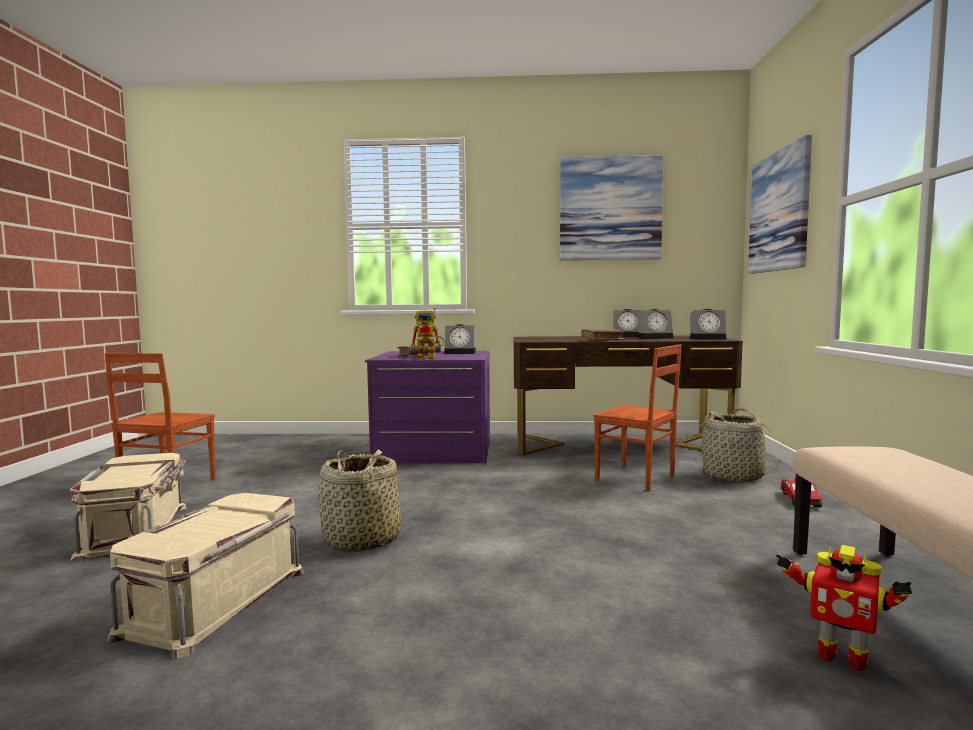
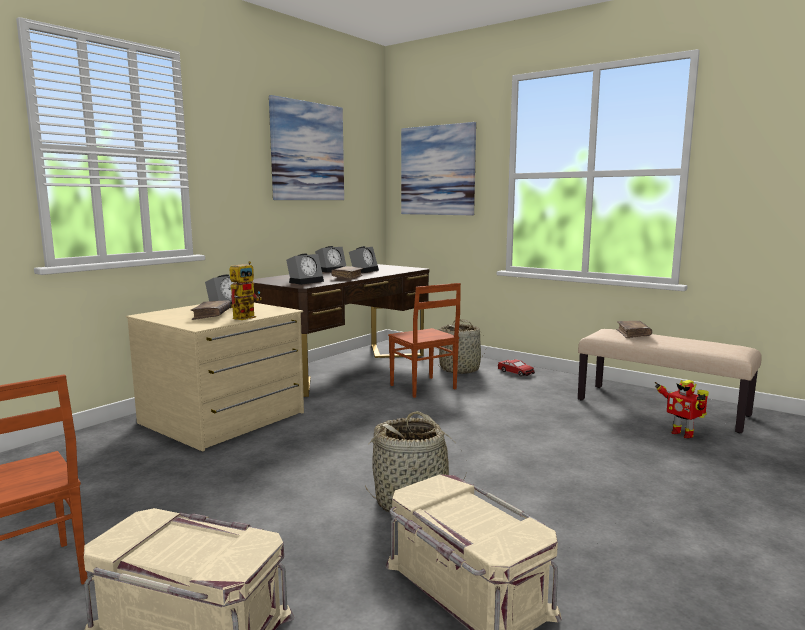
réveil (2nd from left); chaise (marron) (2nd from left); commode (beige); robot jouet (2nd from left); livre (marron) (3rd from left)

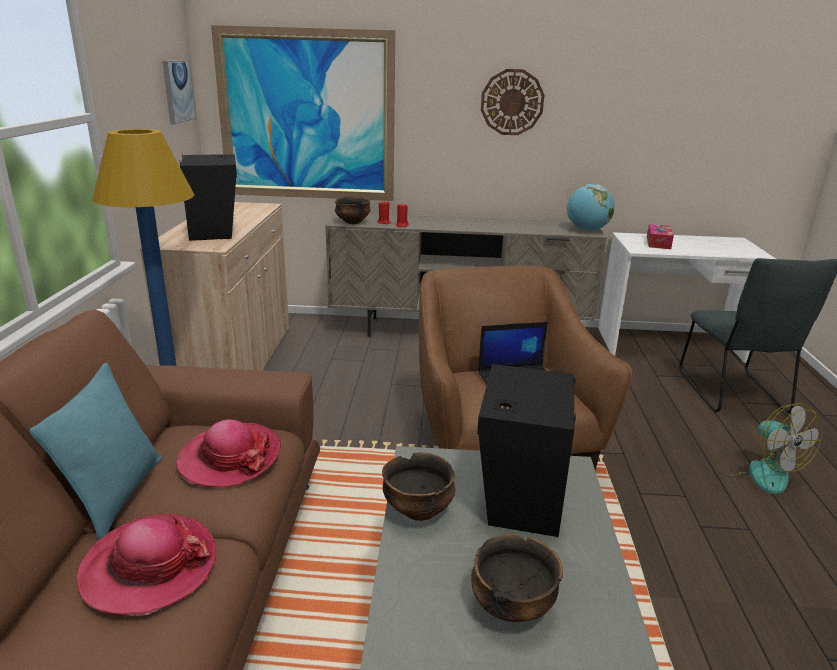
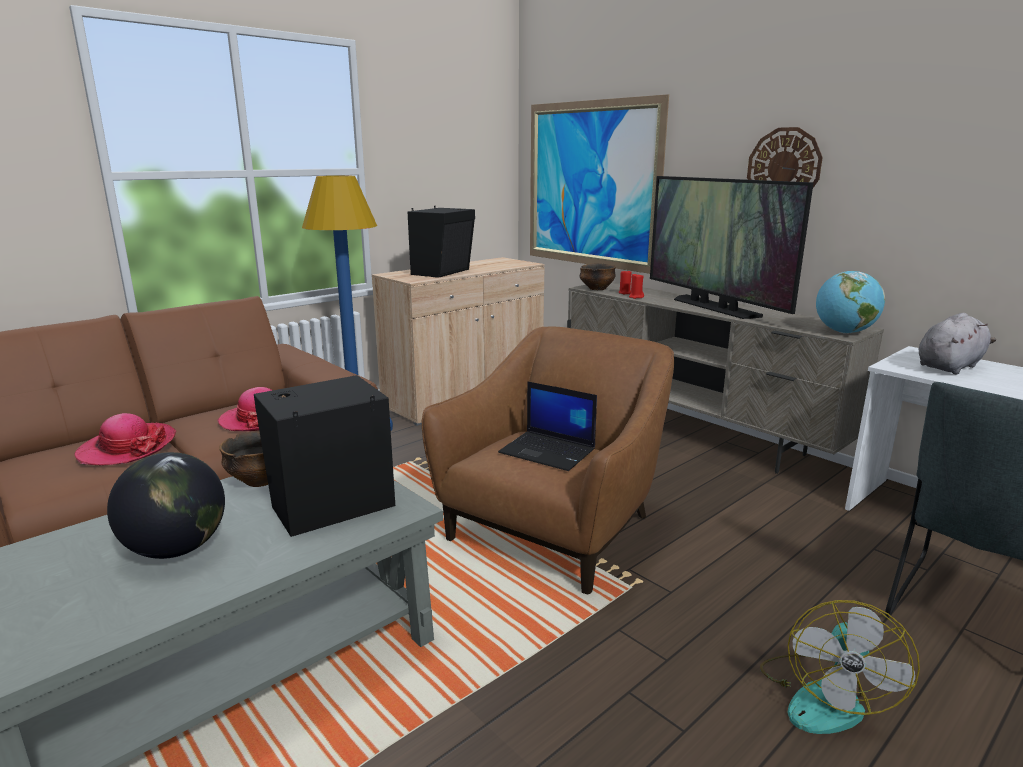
tableau (1st from left in the first image); peluche (gris); coussin (turquoise); globe (1st from left); téléviseur

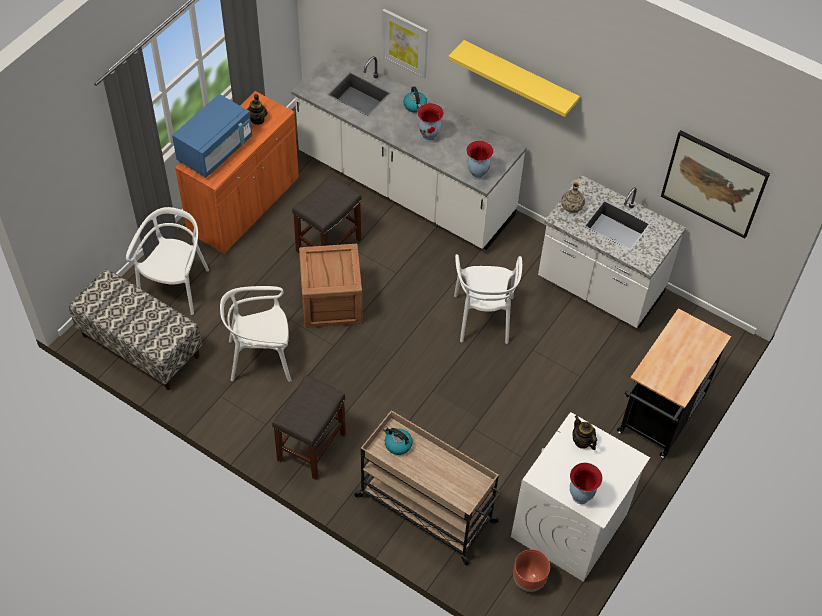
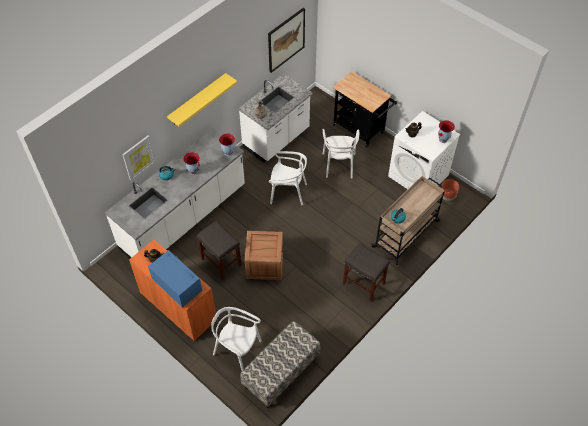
chaise (blanc) (3rd from left)

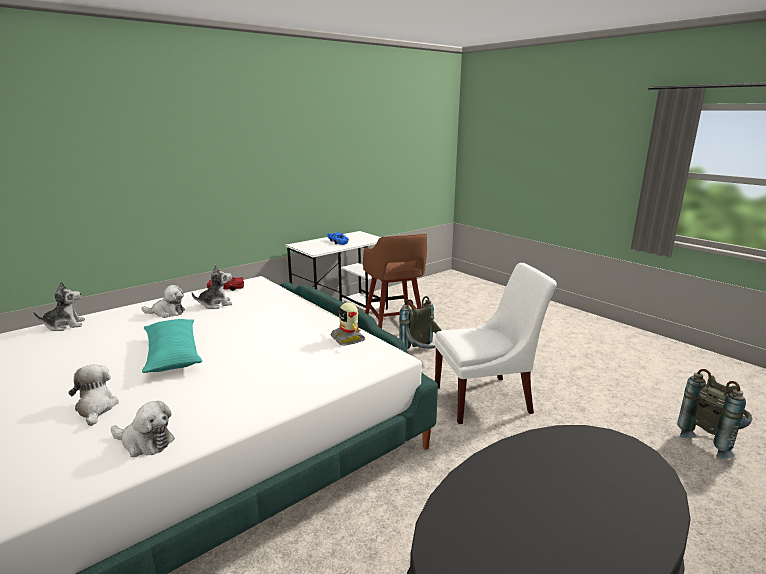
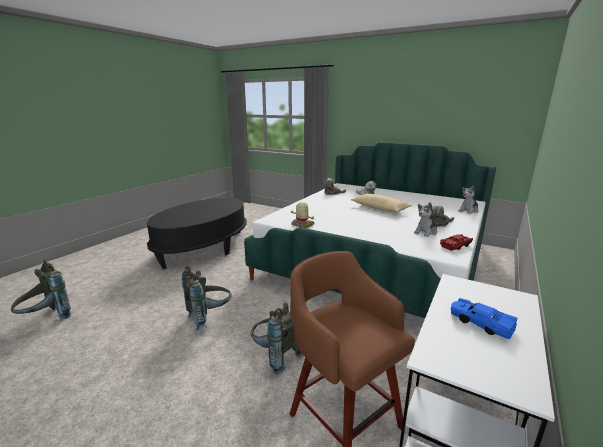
sac à dos (gris) (2nd from left); coussin (beige)

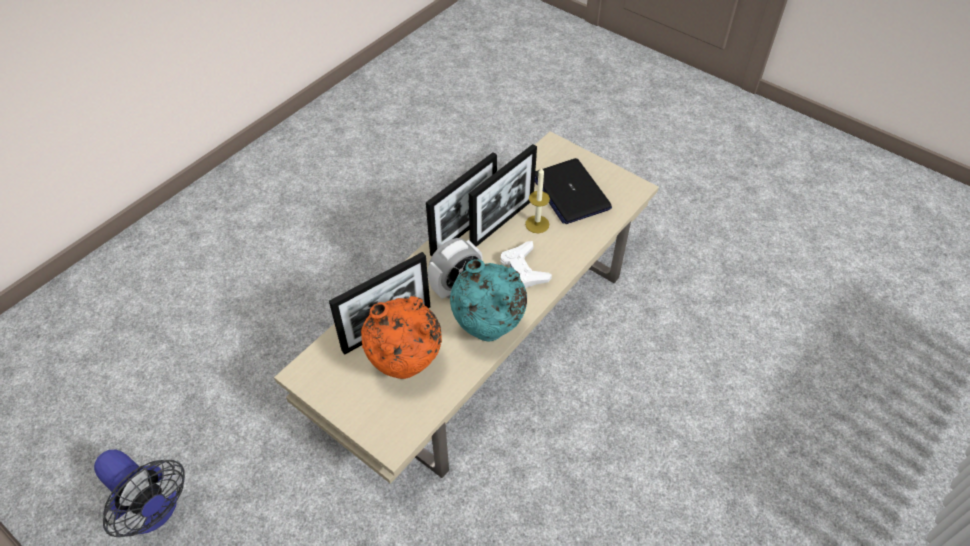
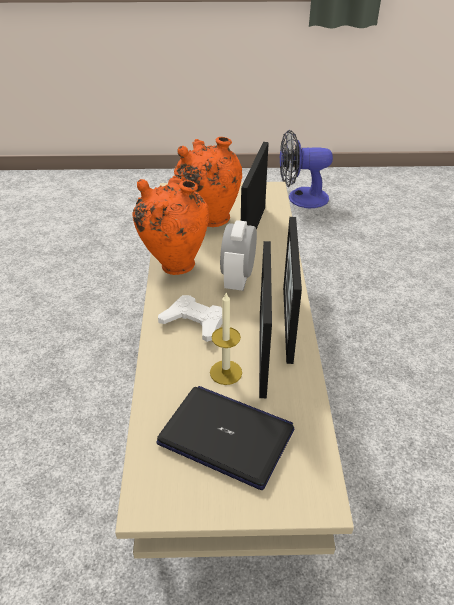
vase (orange) (1st from left)

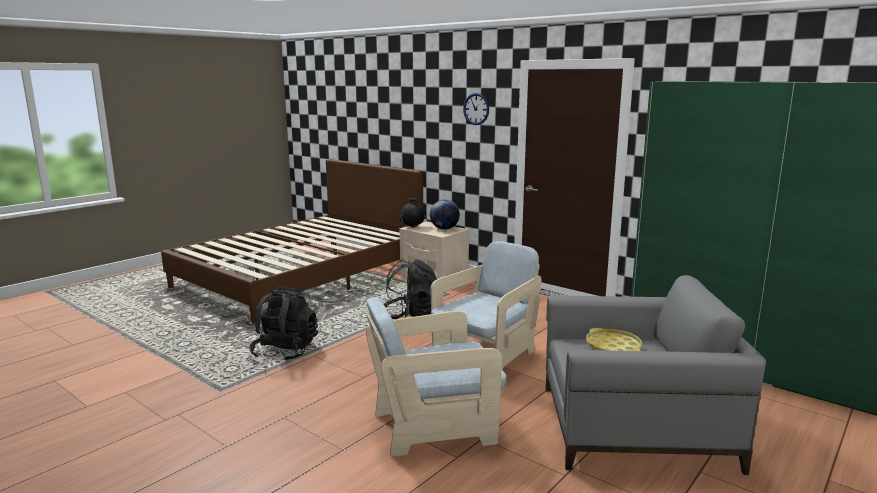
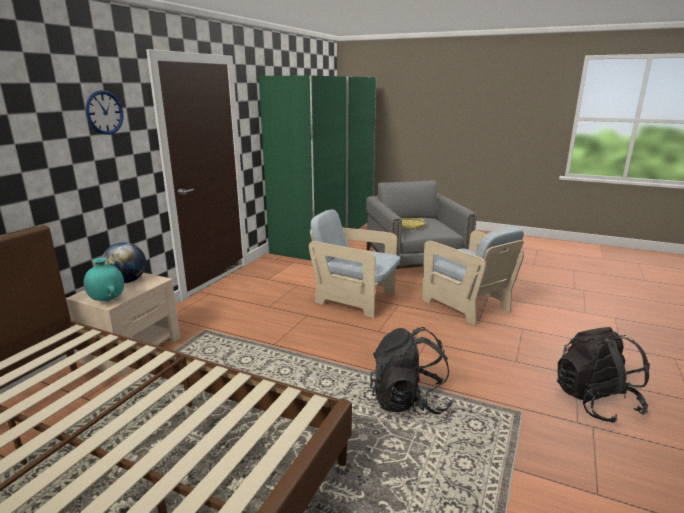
vase (turquoise); sac à dos (noir) (2nd from left)

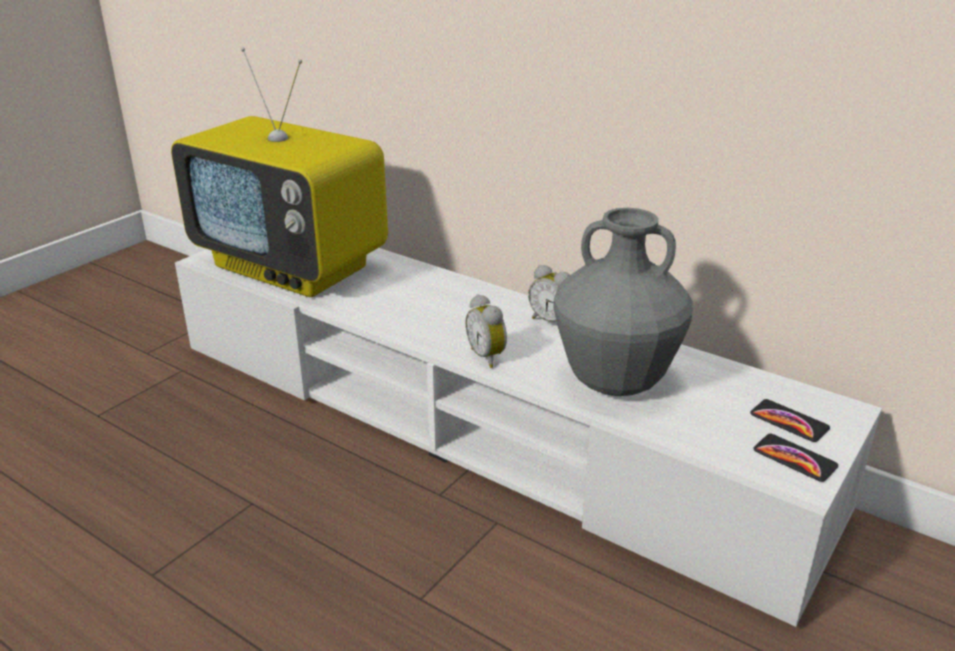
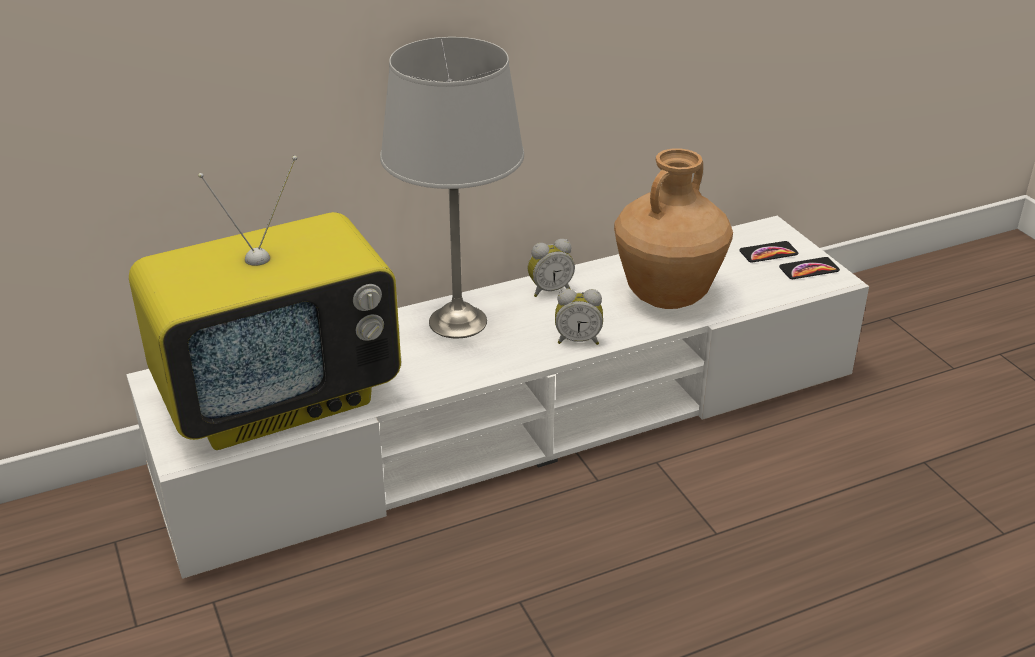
vase (marron); lampe de table (gris)

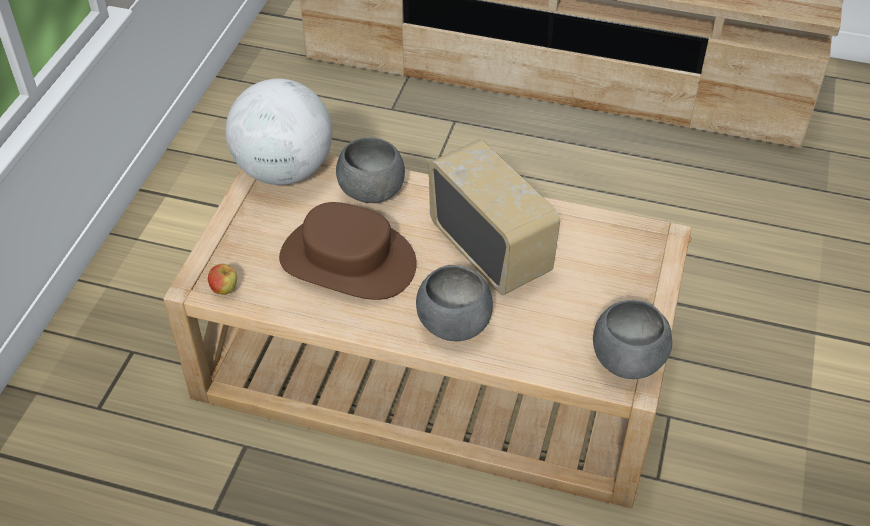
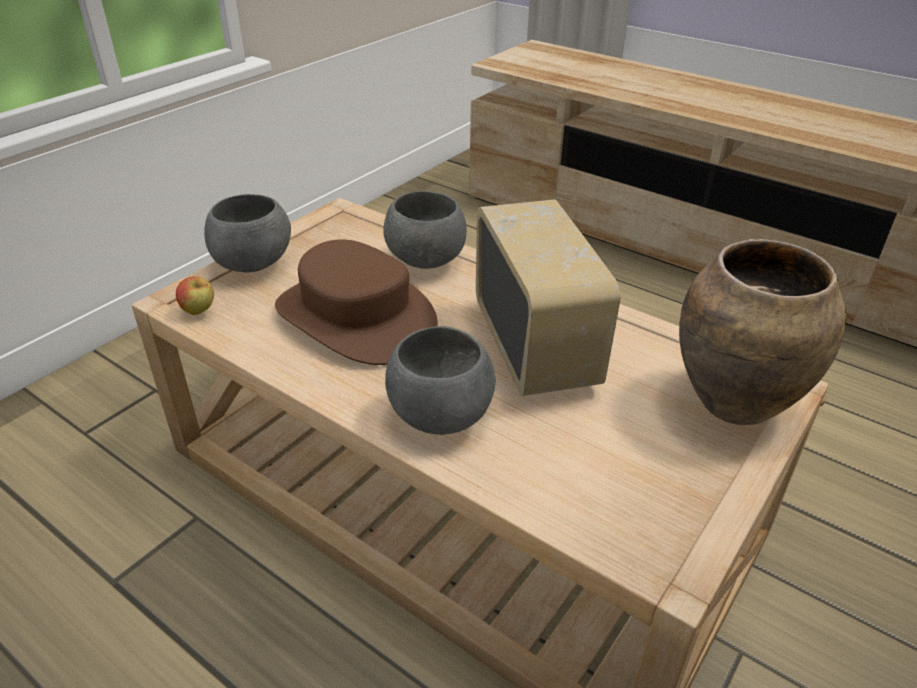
globe; bol (gris) (1st from left); vase (marron)

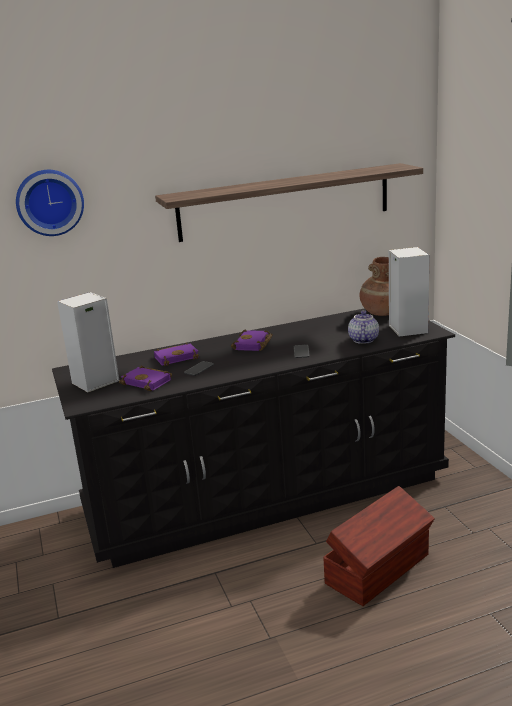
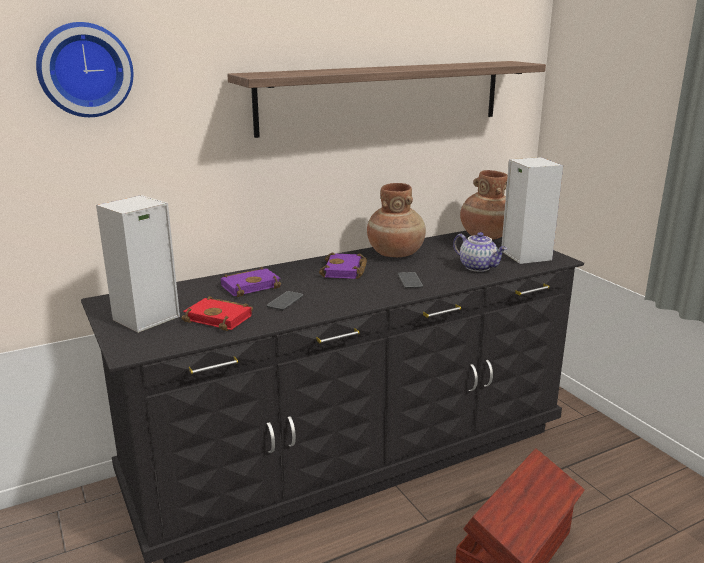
théière; livre (rouge); vase (marron) (1st from left)

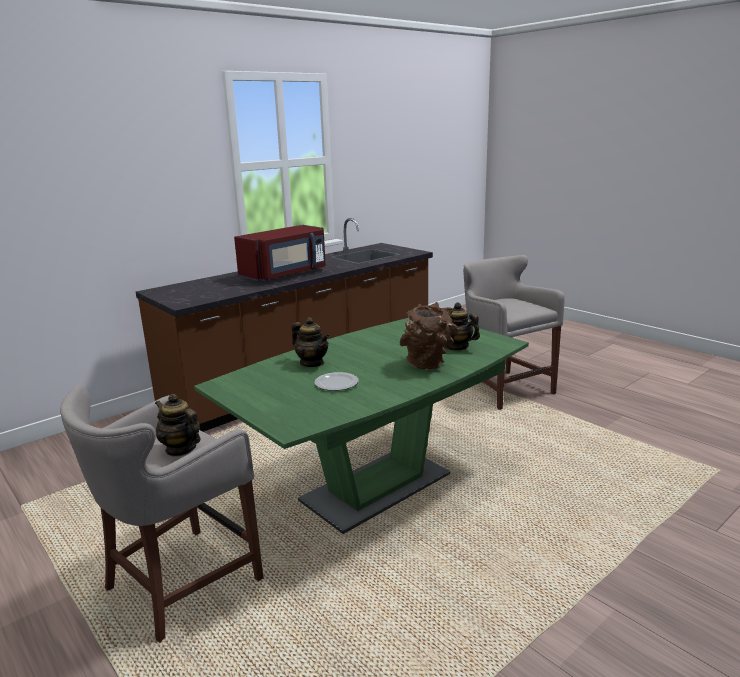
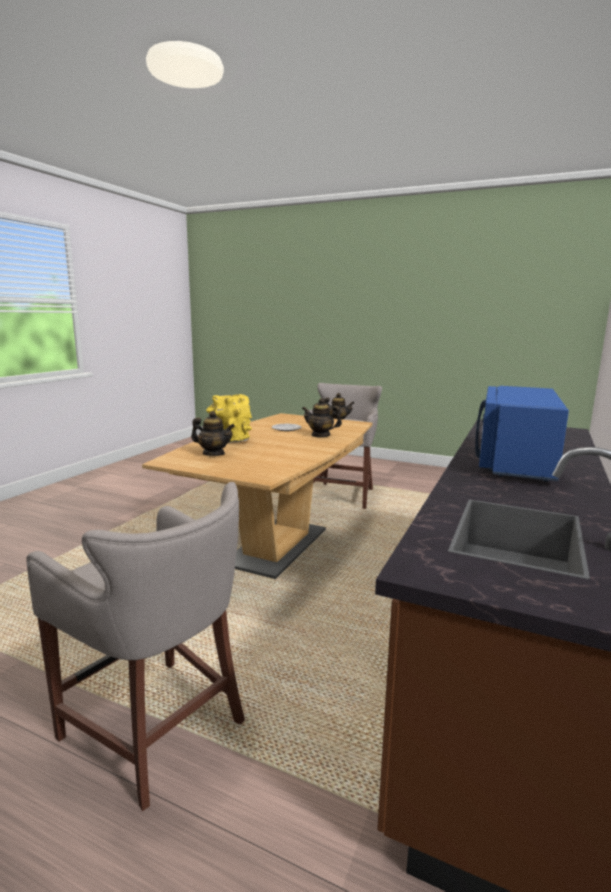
micro-ondes (bleu); vase (jaune); table à manger (marron)

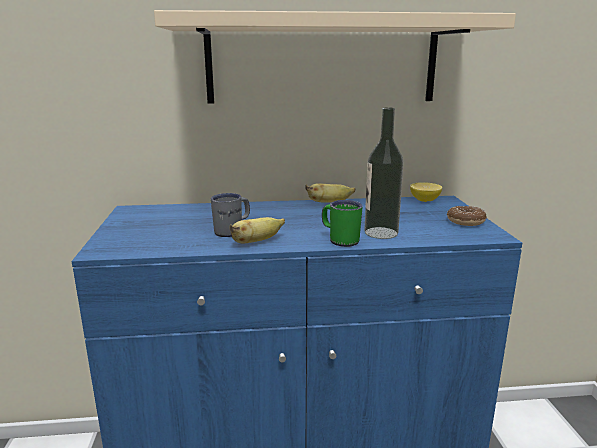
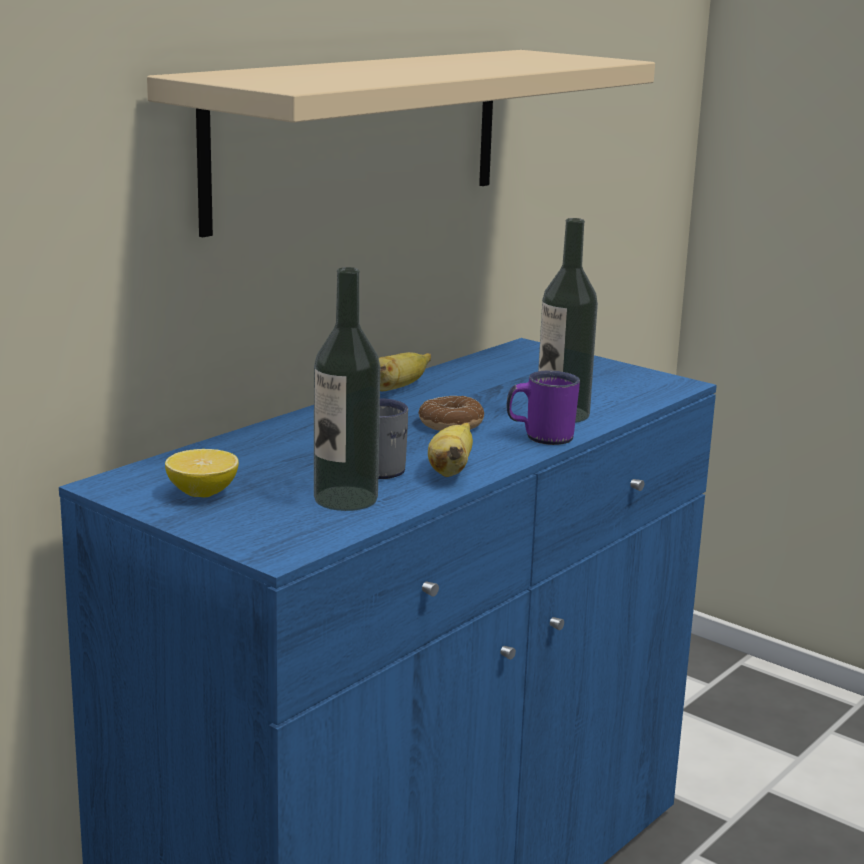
citron; mug (violet); beignet; bouteille (1st from left)

